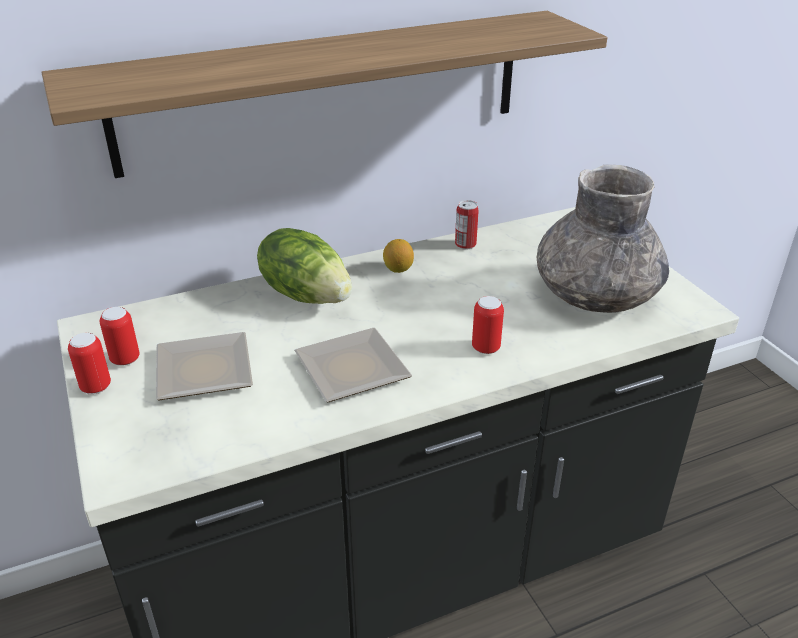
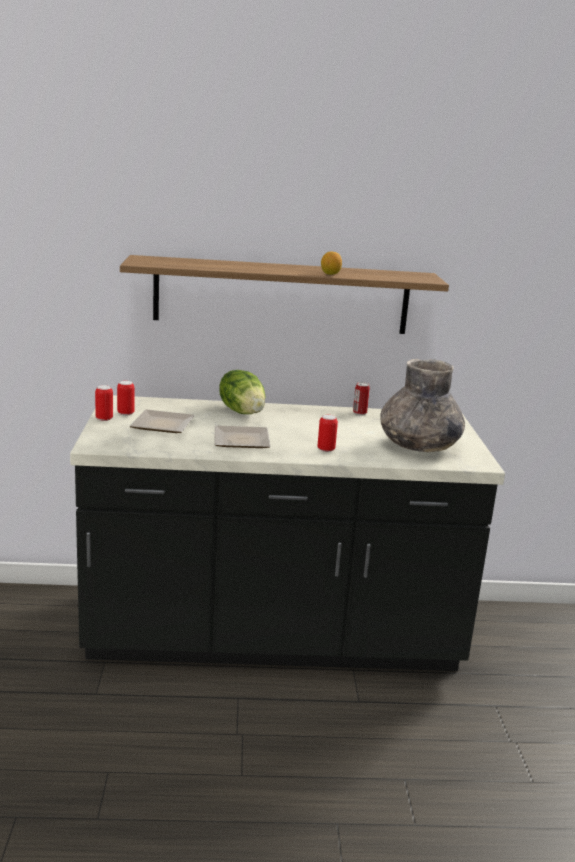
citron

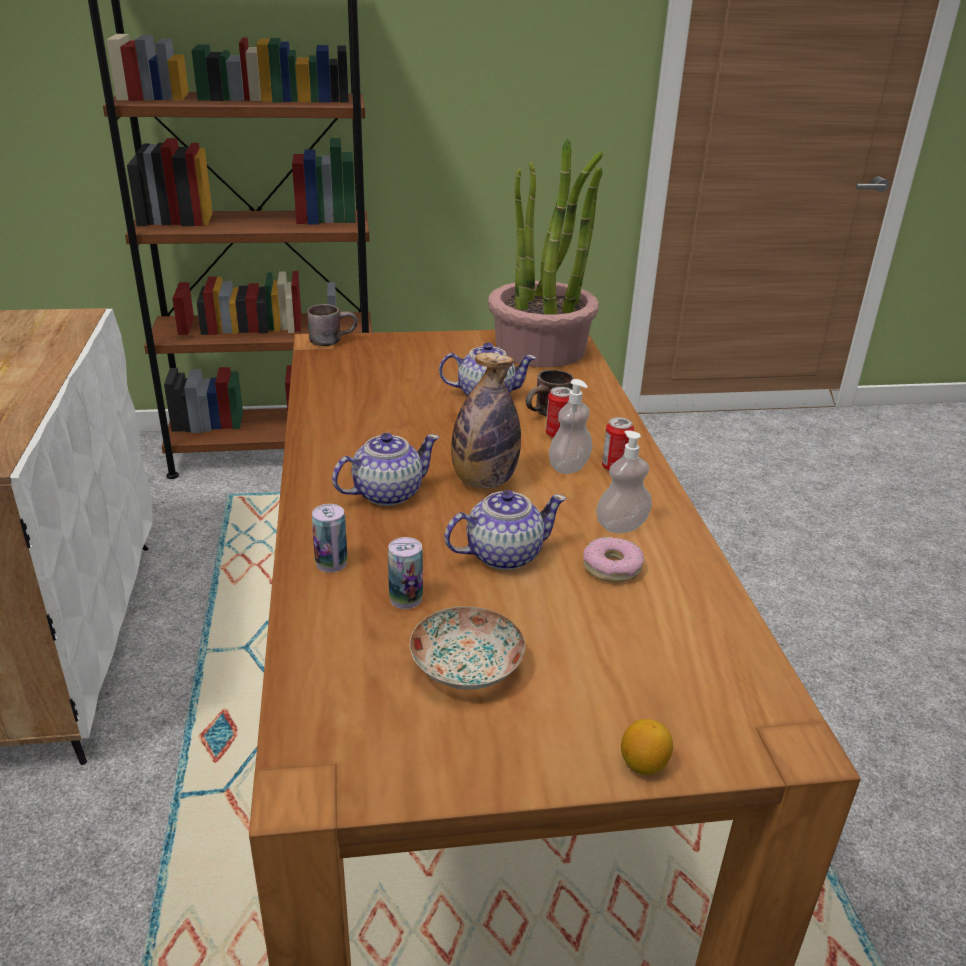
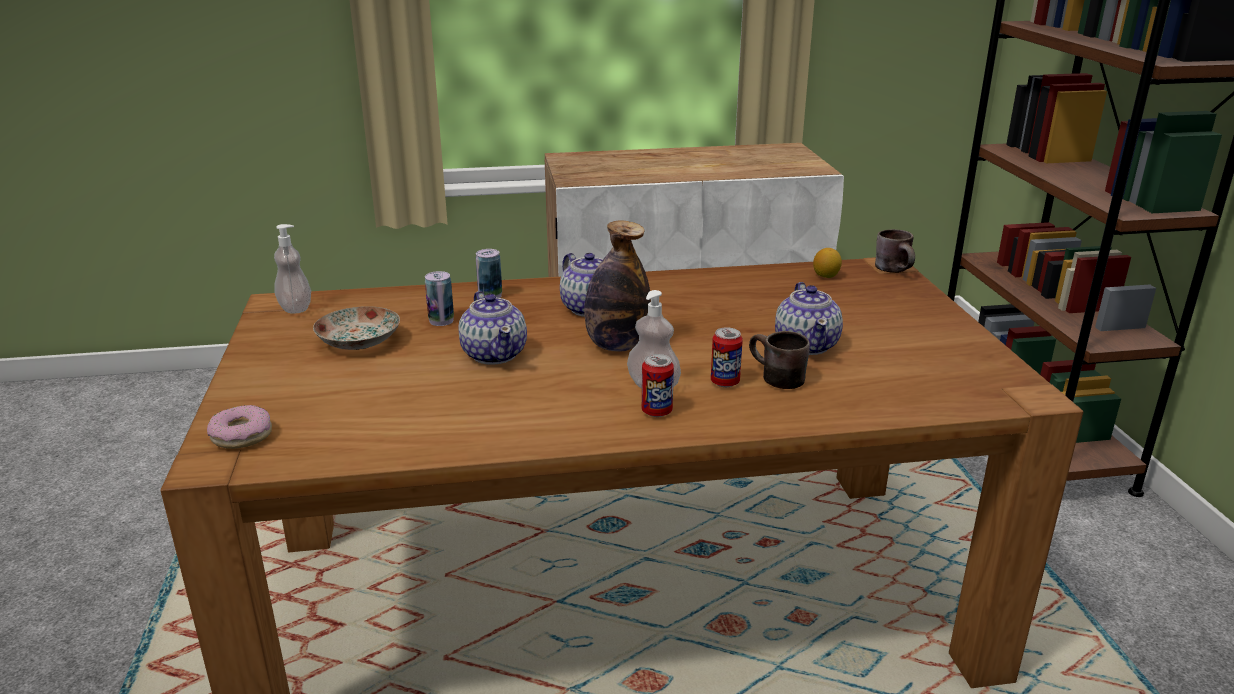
plante en pot; distributeur de savon (1st from left); beignet; citron

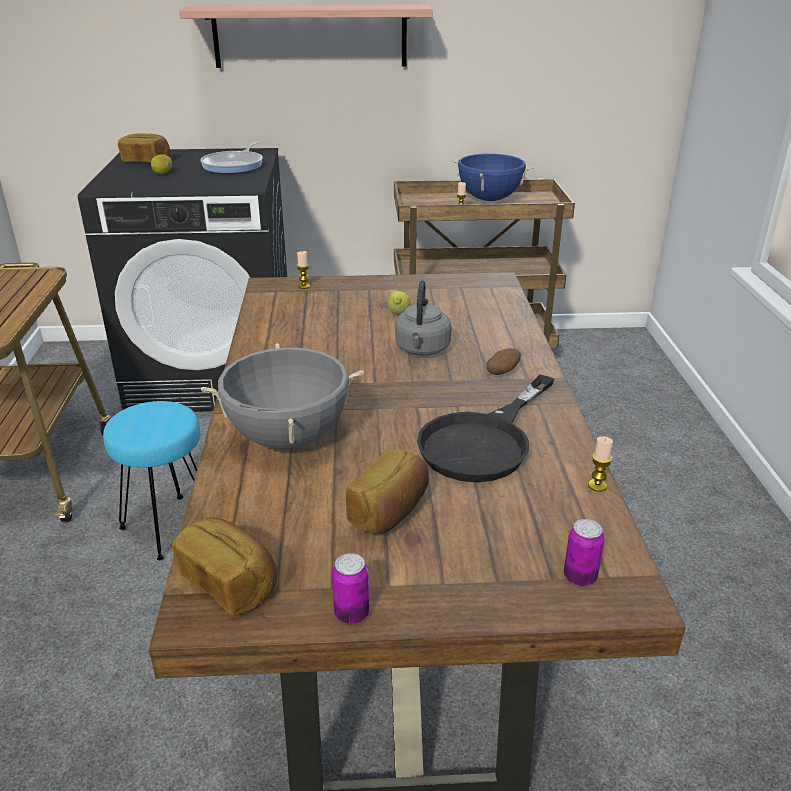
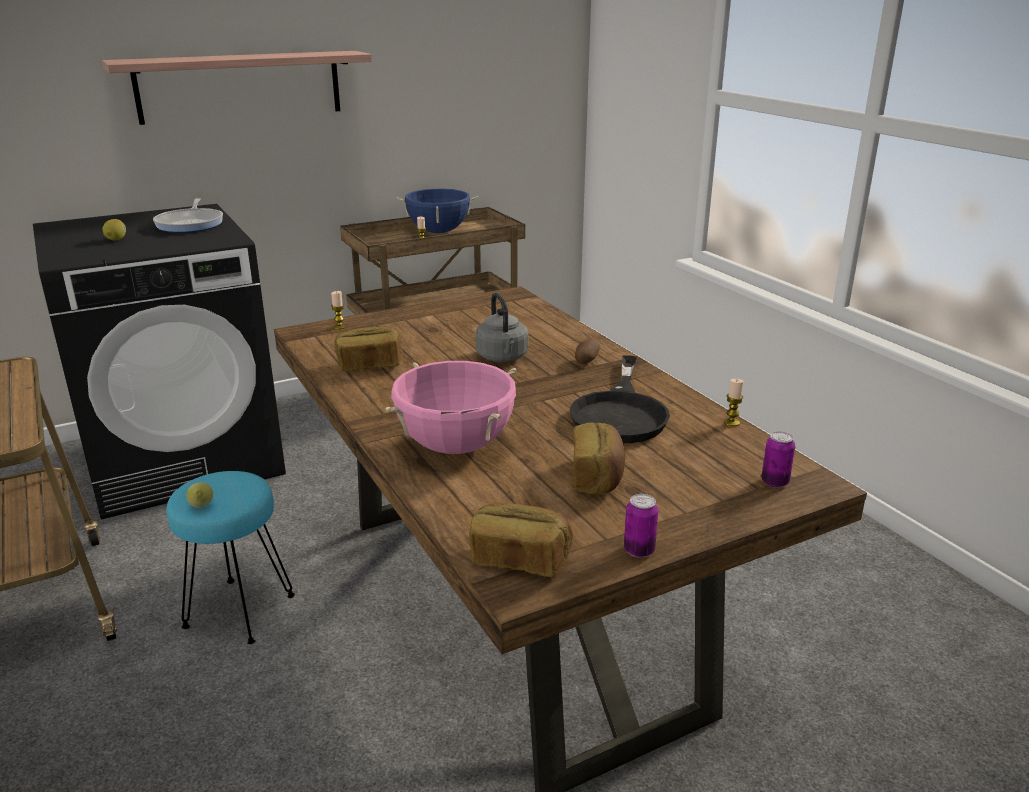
pain (1st from left); citron (2nd from left); marmite (rose)

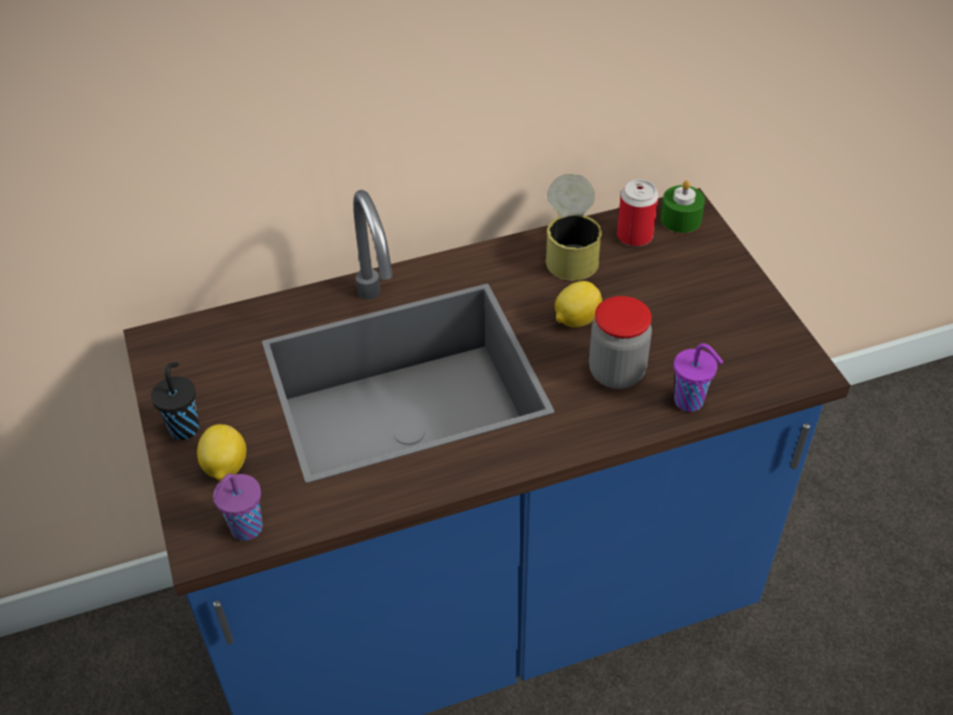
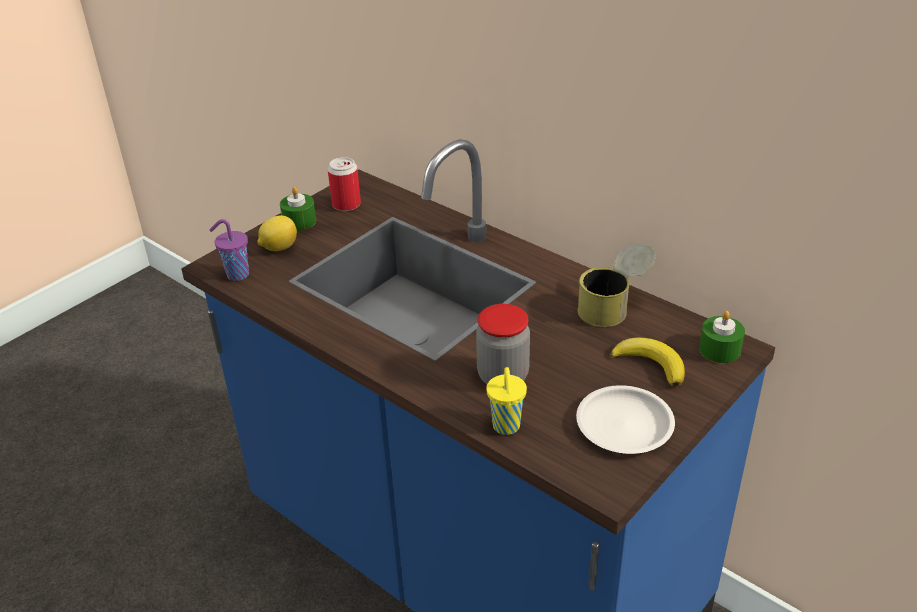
boîte métallique (1st from left); citron (2nd from left in the first image); tasse (jaune); bougie (vert) (1st from left); banane; assiette (blanc)

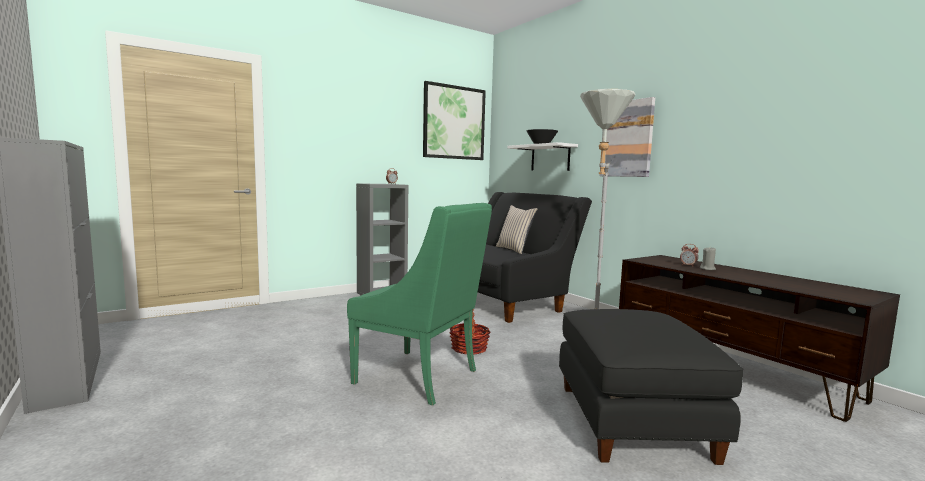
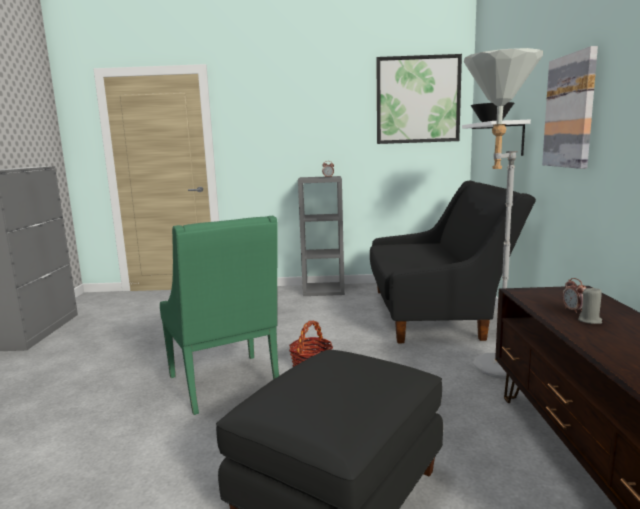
coussin (beige)

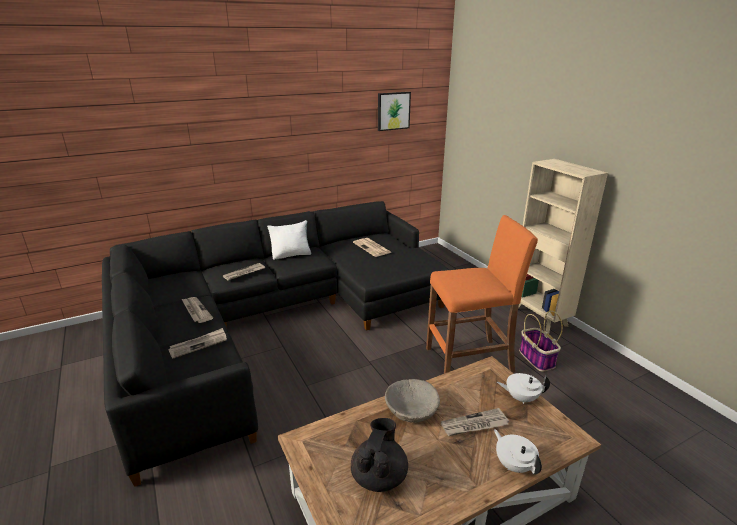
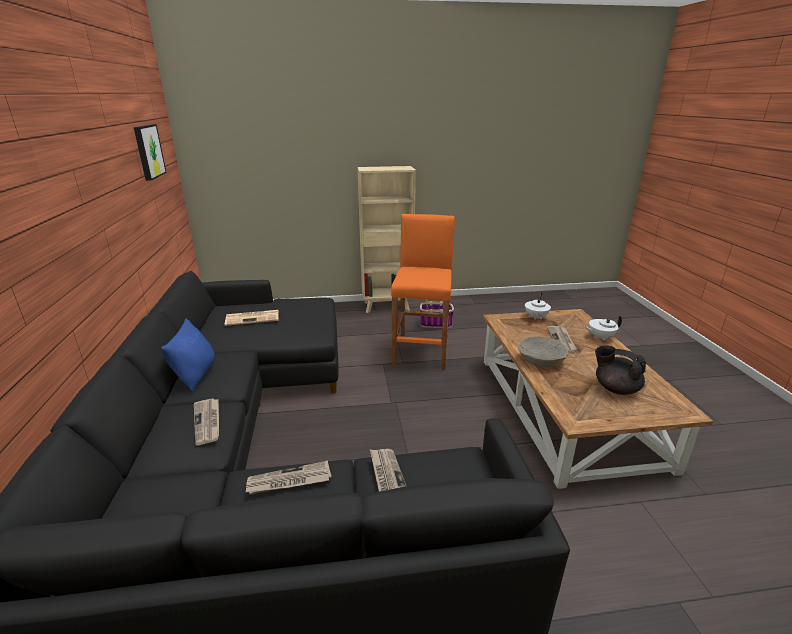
coussin (bleu)

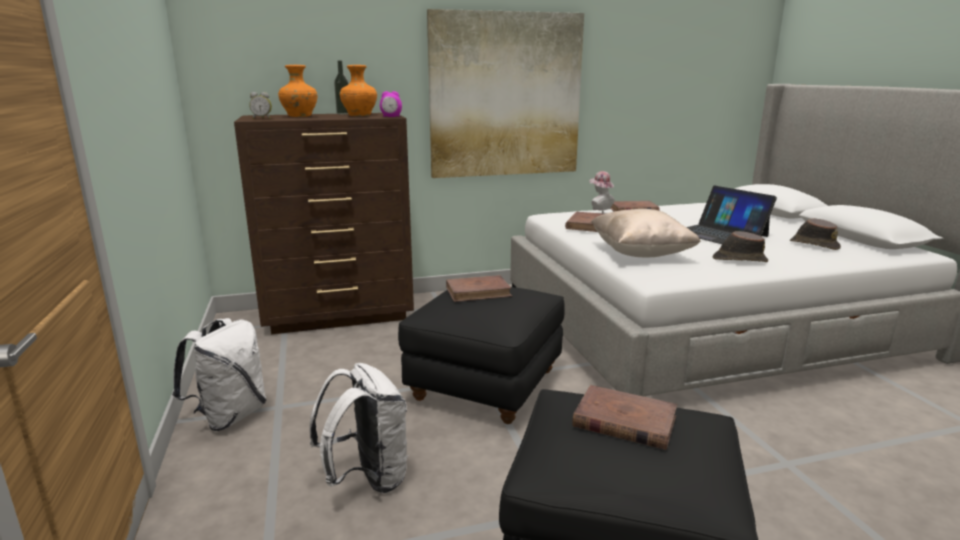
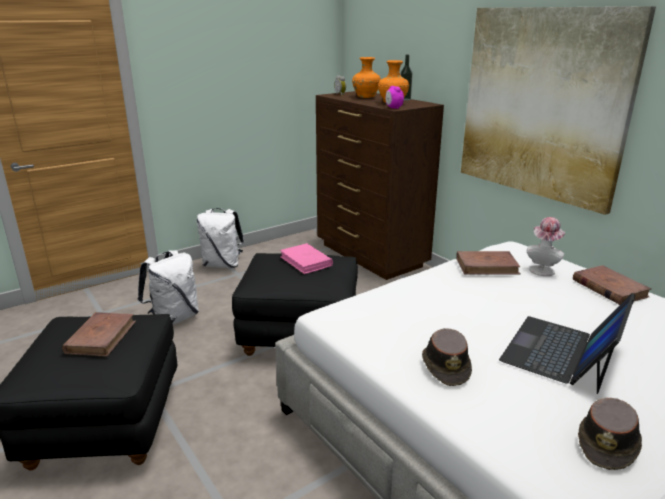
coussin (beige); livre (rose)

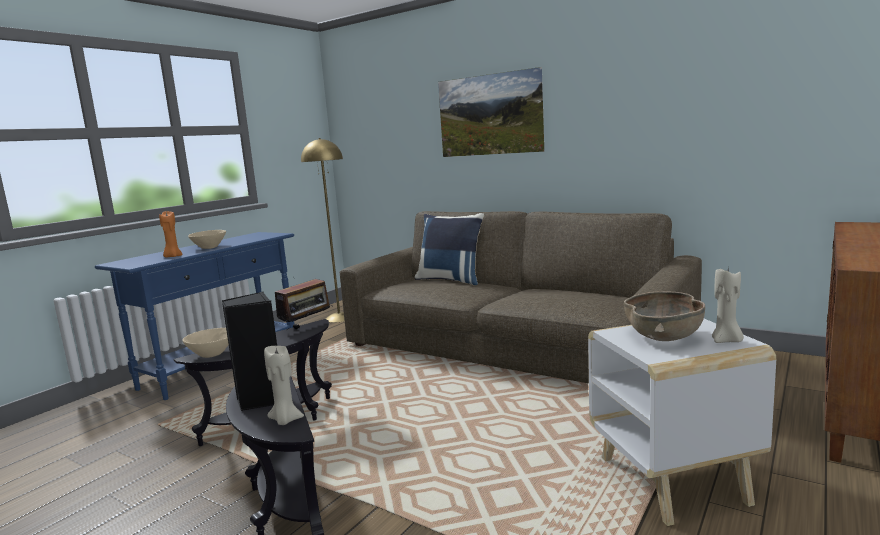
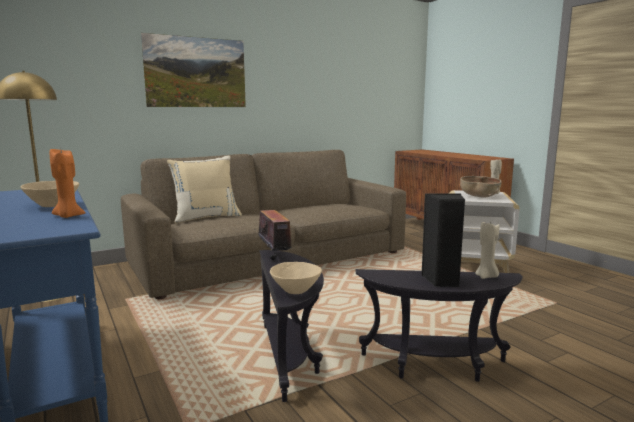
coussin (beige)

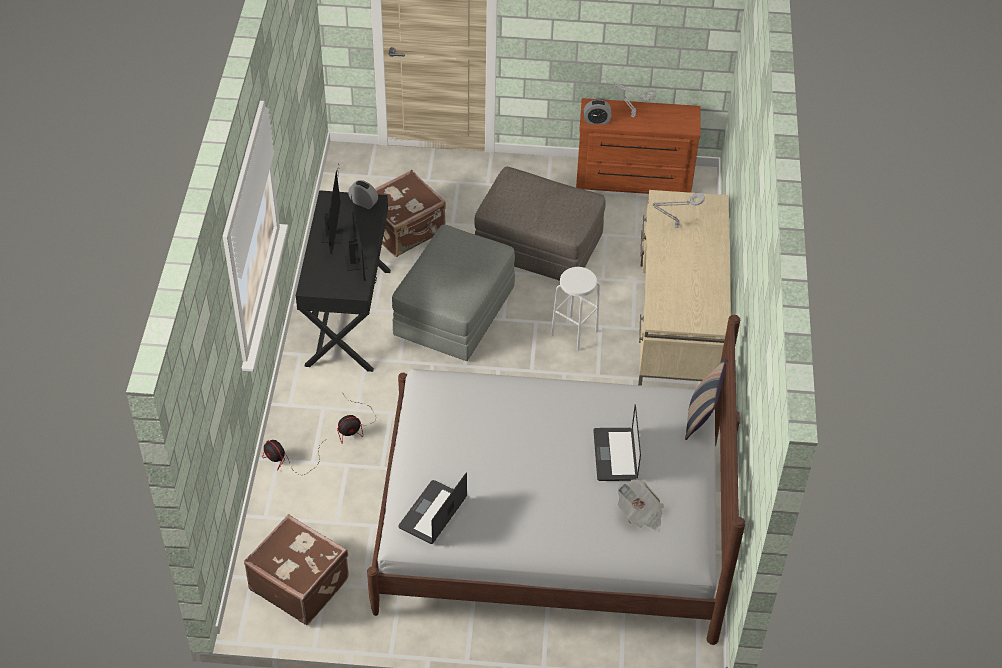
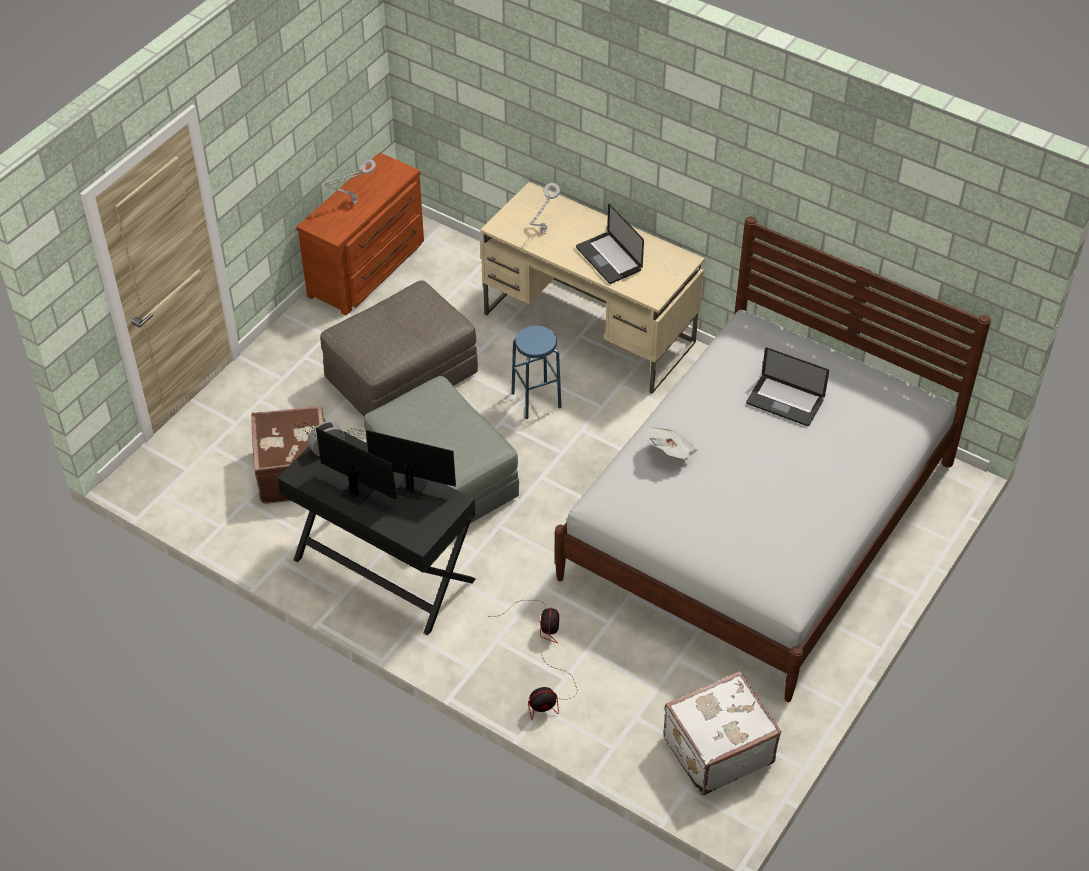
réveil (2nd from left in the first image); tabouret (bleu); coussin; ordinateur portable (1st from left); journal; valise (blanc)

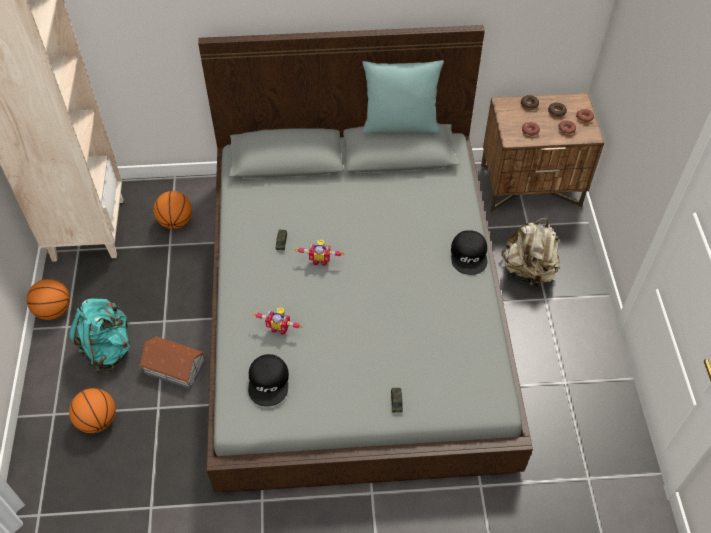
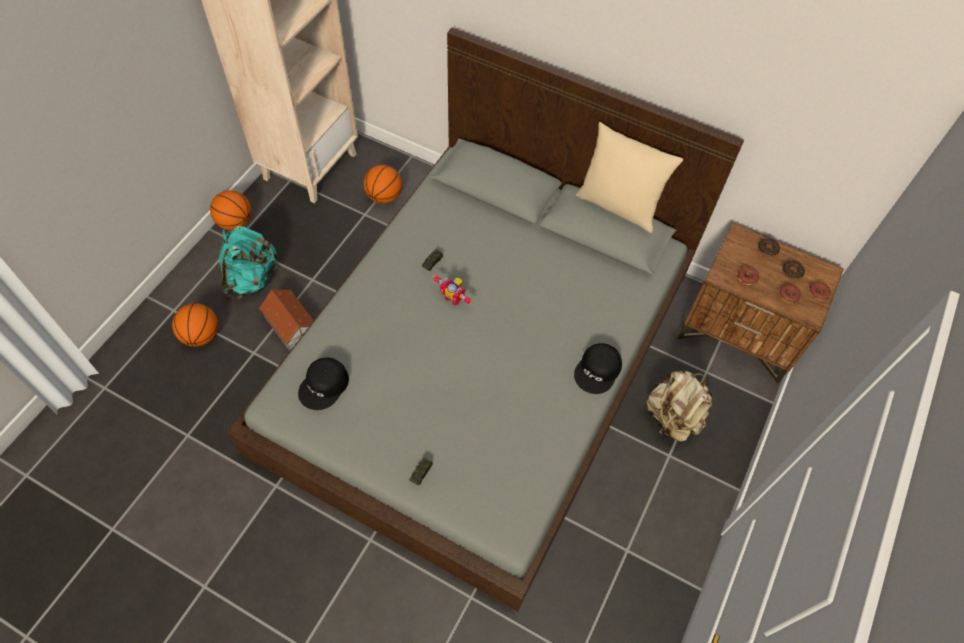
coussin (beige); robot jouet (1st from left in the first image)

